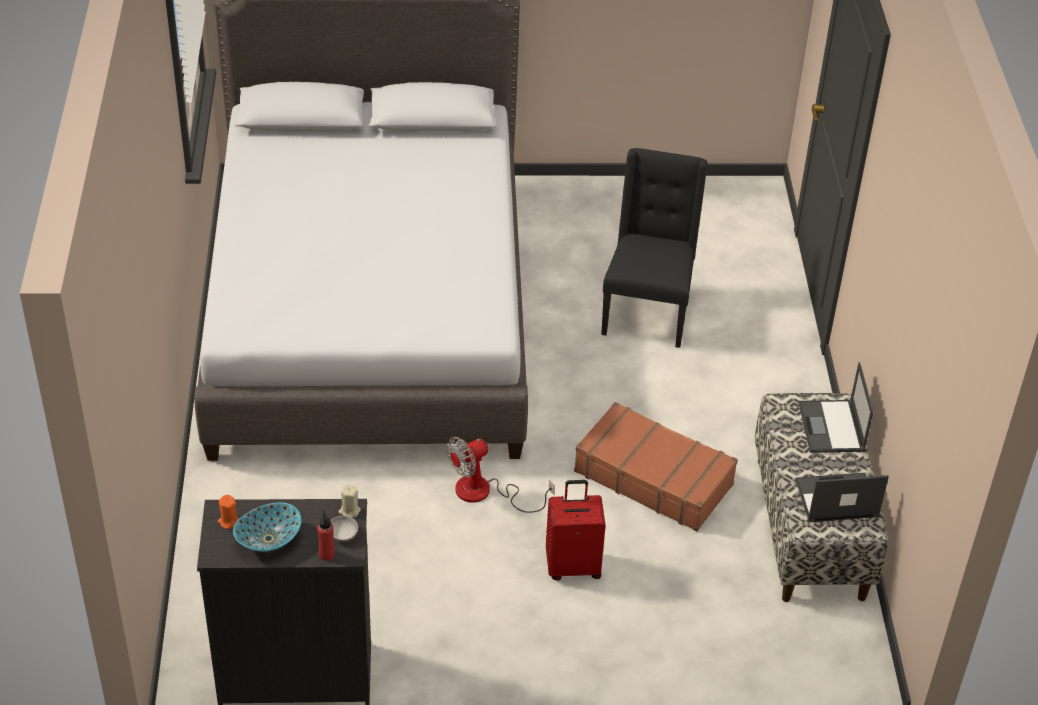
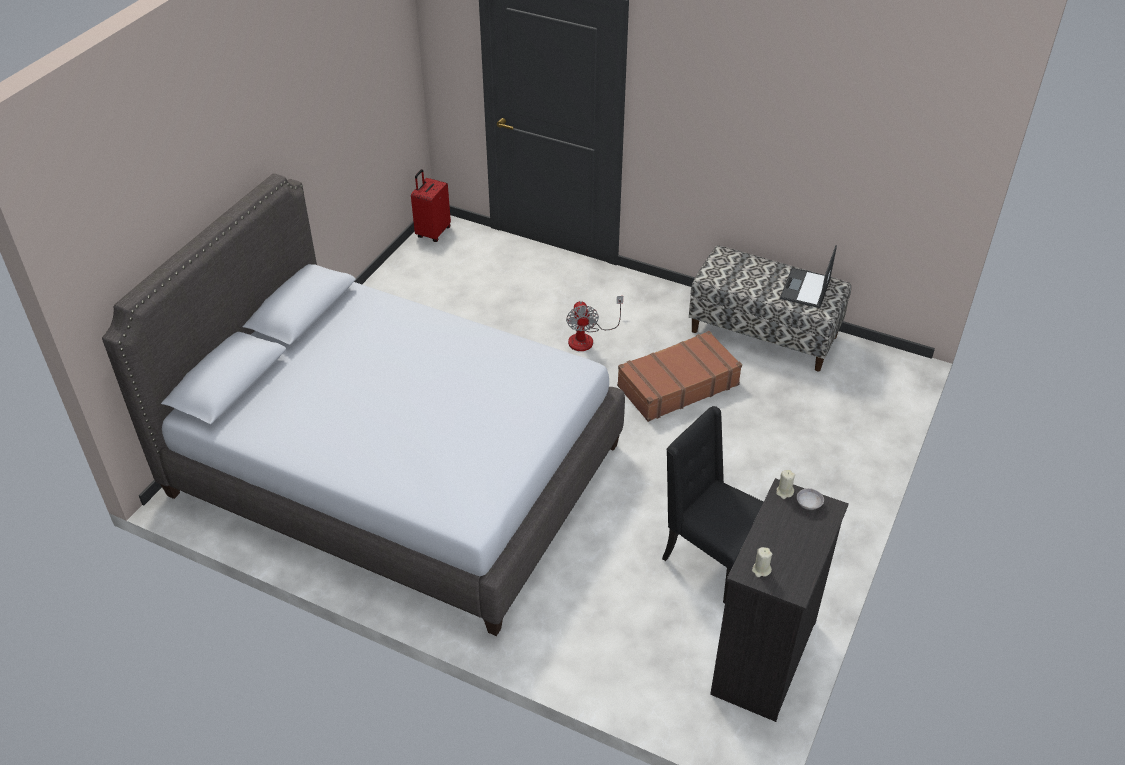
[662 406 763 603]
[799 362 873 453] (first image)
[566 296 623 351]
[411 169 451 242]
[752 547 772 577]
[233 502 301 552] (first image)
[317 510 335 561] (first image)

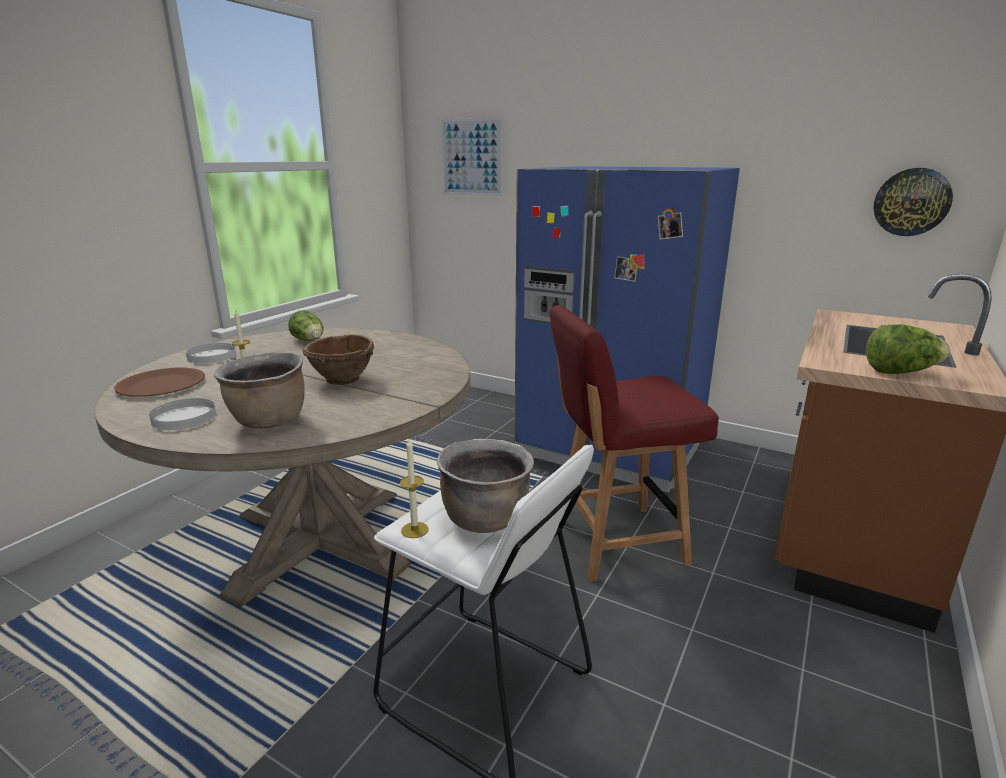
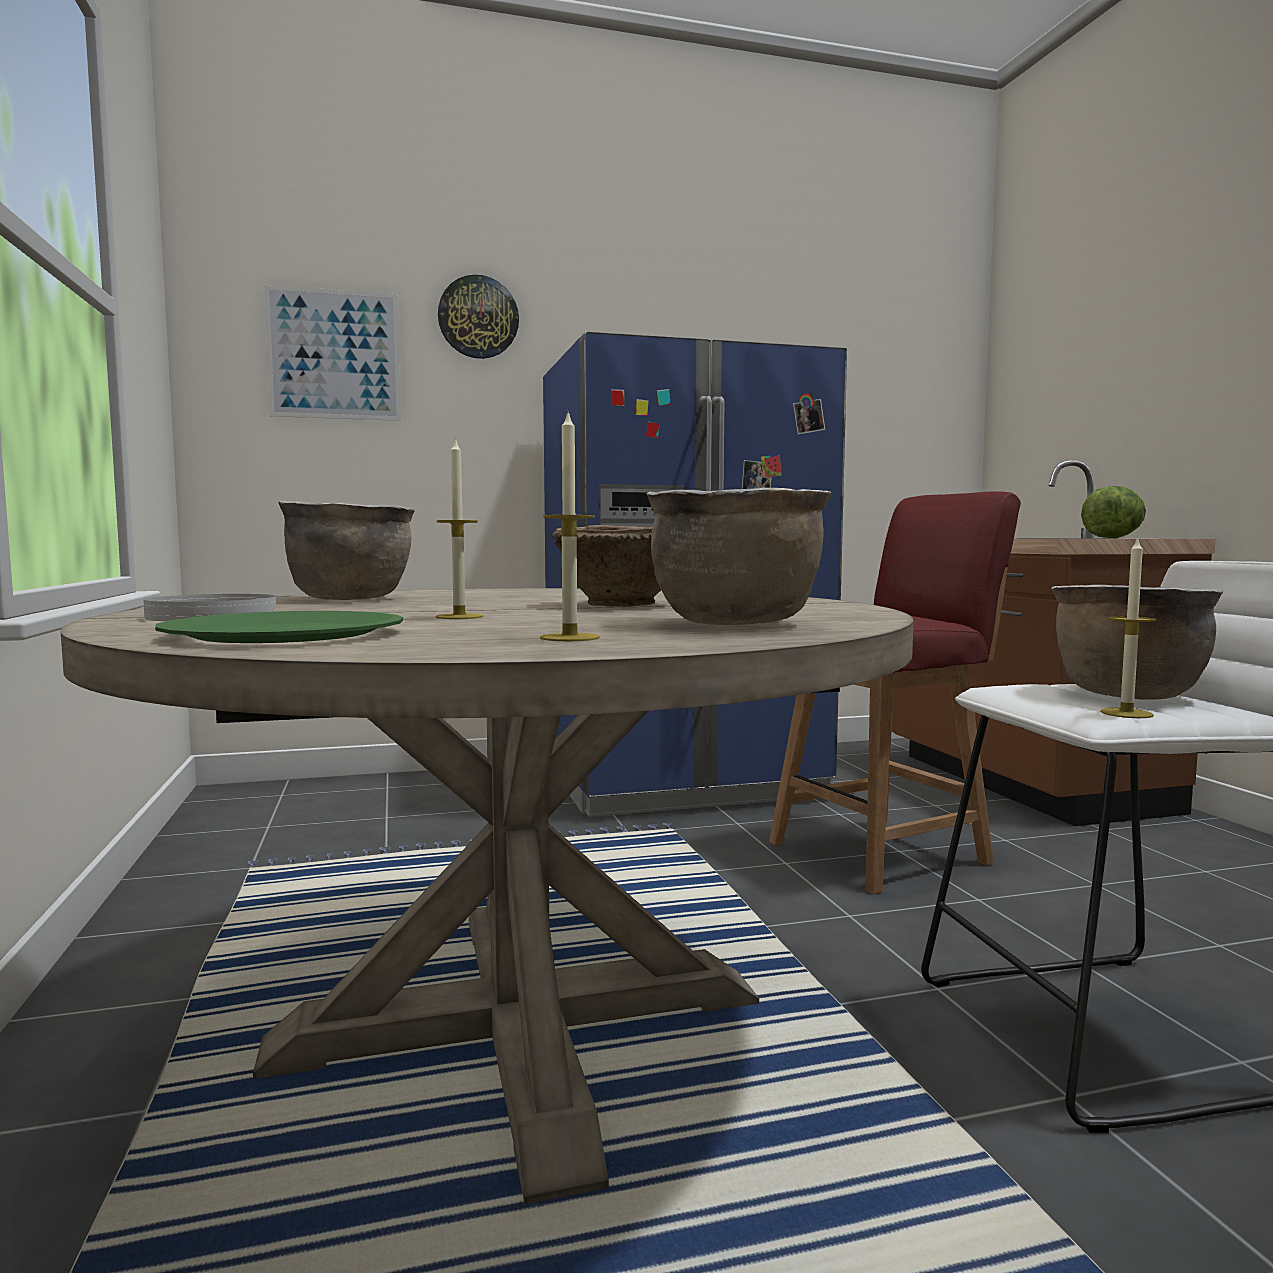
[438 275 519 359]
[769 491 1021 894]
[278 501 415 600]
[155 611 403 643]
[540 413 600 641]

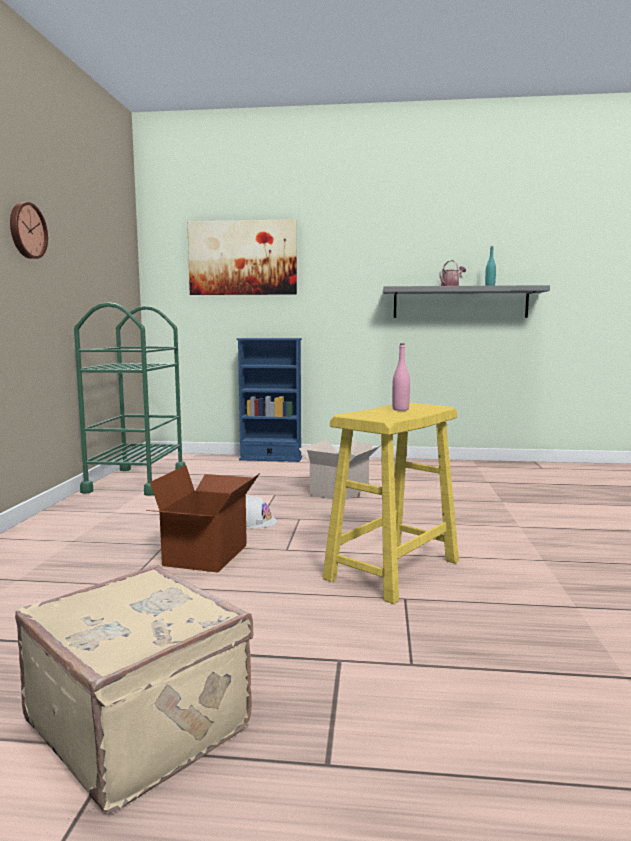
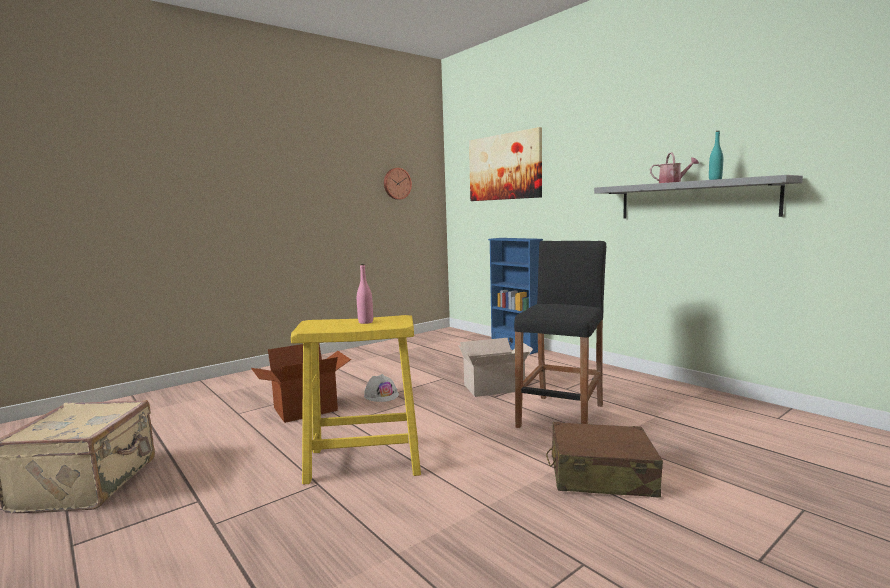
[384 168 412 200]
[74 302 186 496] (first image)
[514 241 606 428]
[546 422 663 497]

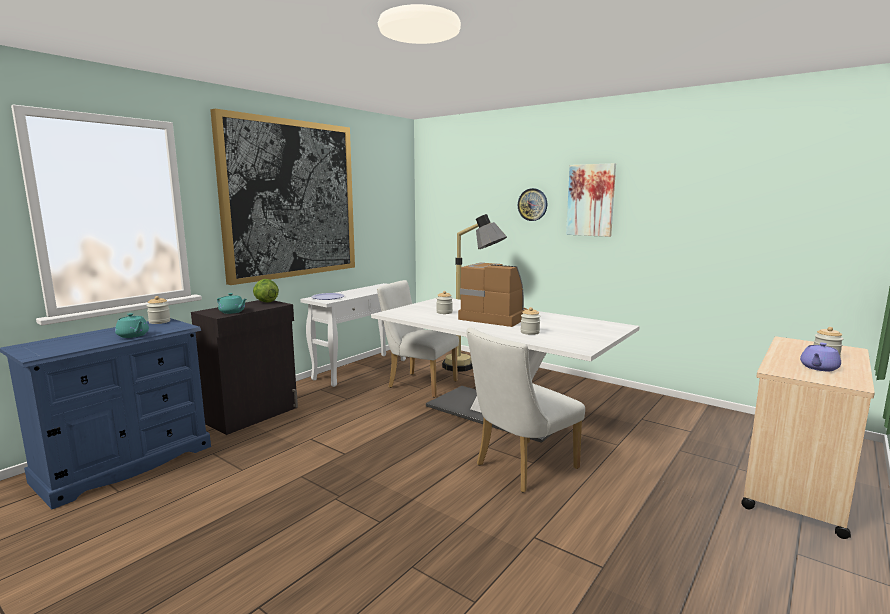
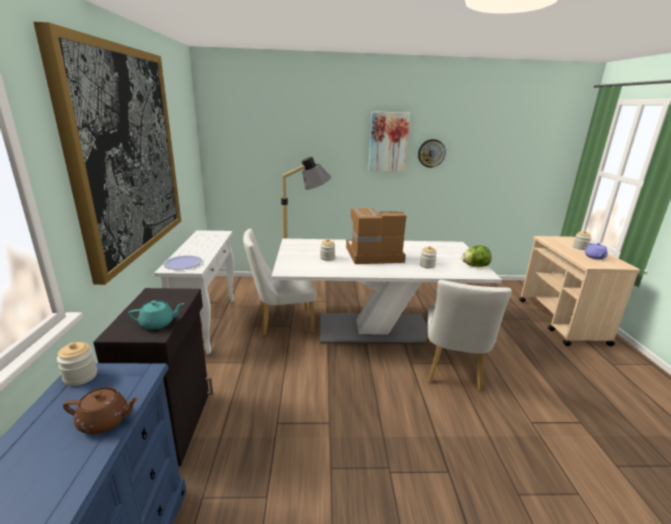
[418 139 446 168]
[462 245 492 267]
[63 387 140 434]

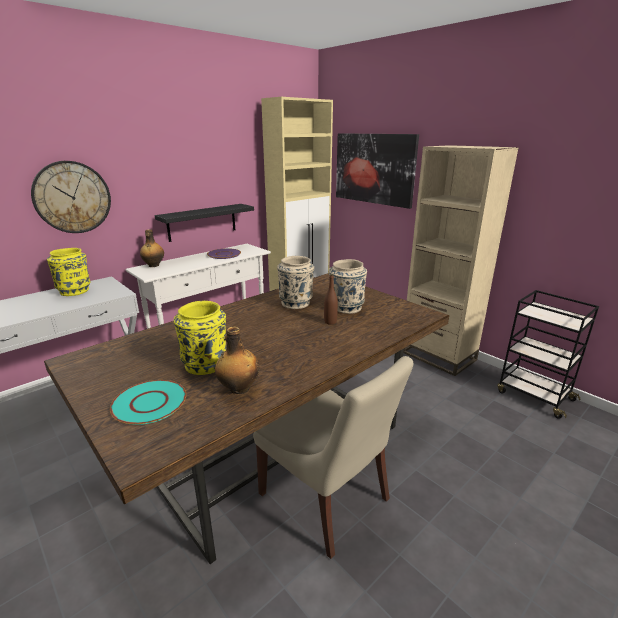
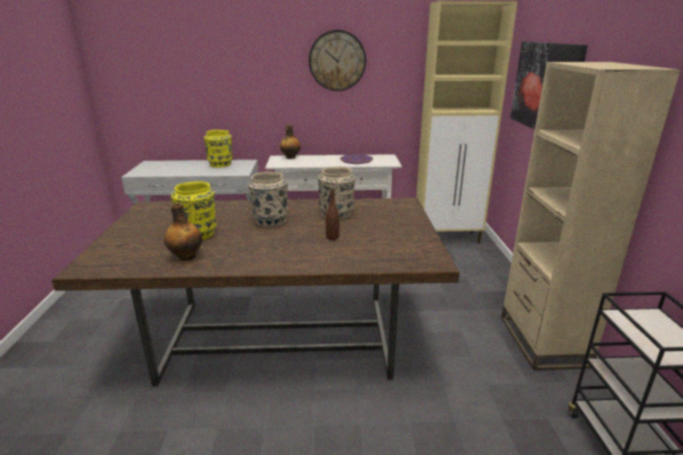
[309 30 366 91]
[155 204 254 242] (first image)
[248 172 288 227]
[253 356 413 559] (first image)
[110 380 186 425] (first image)

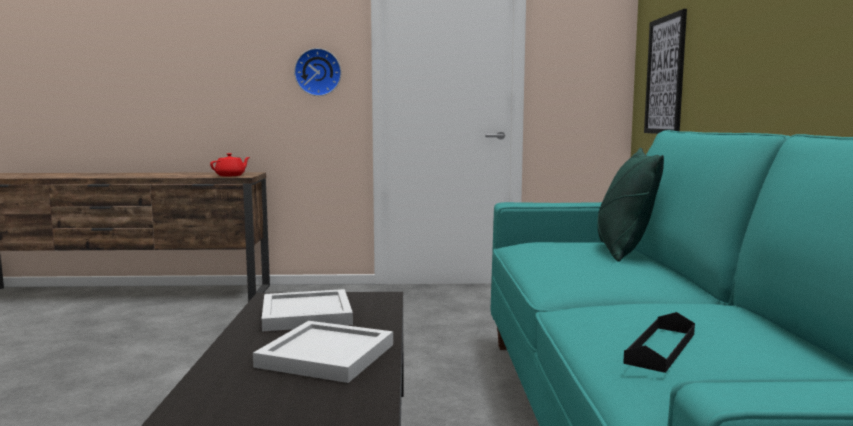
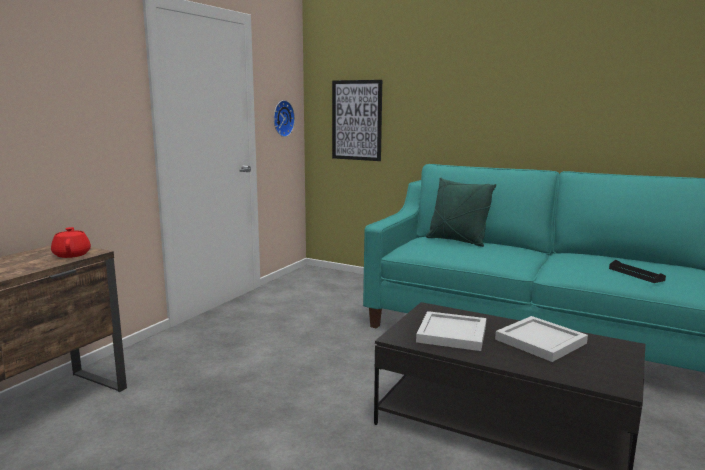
[274 100 295 137]

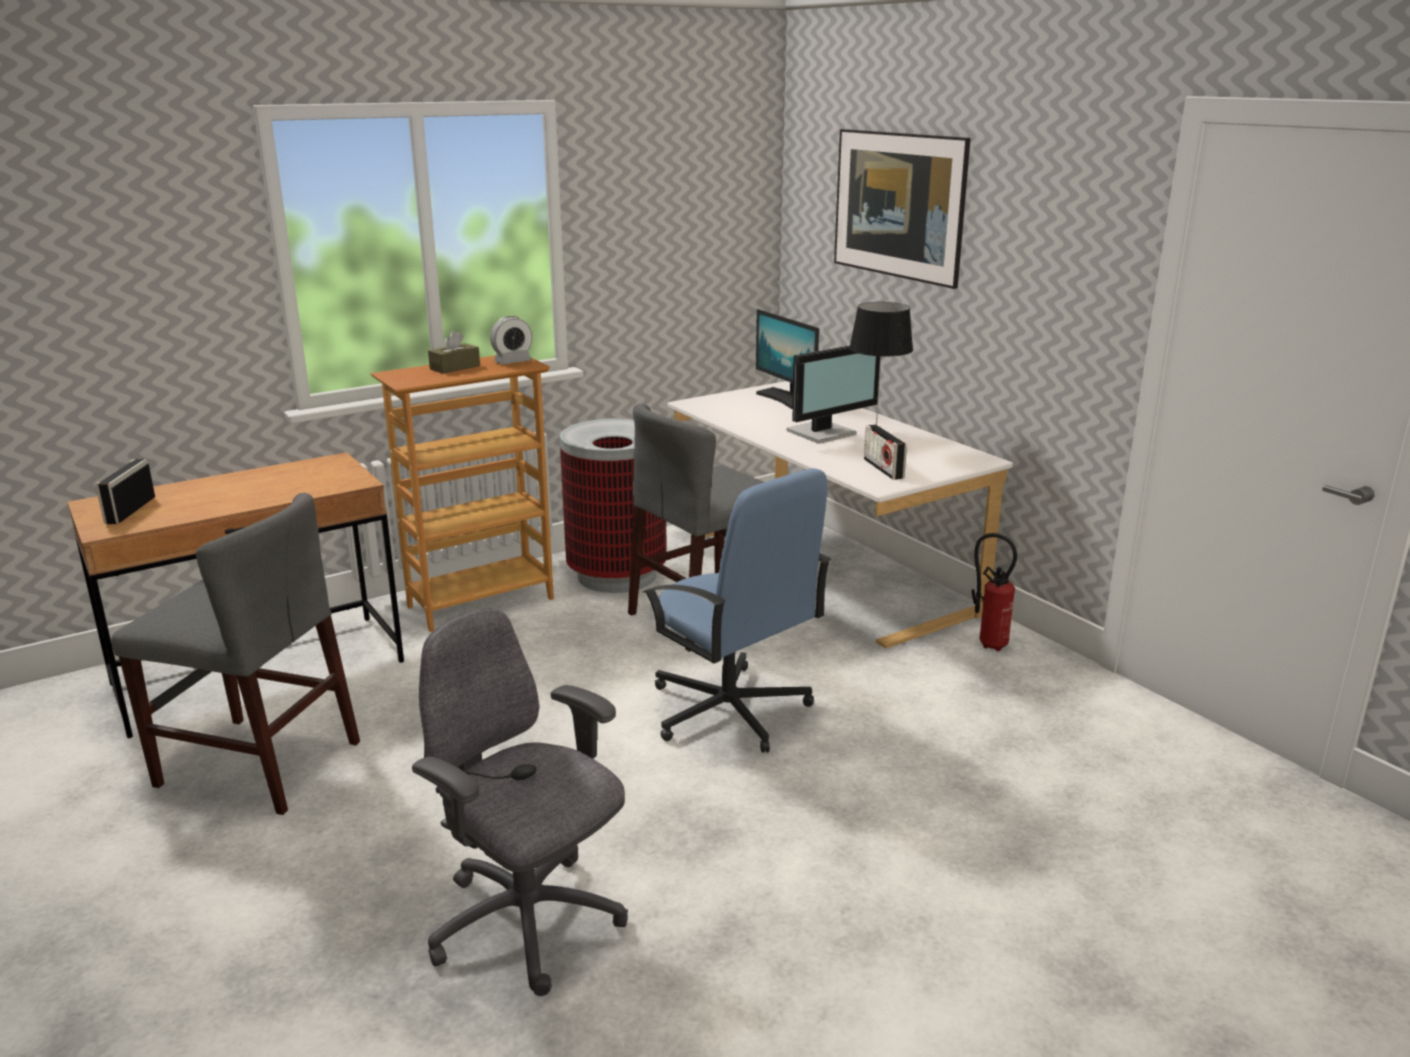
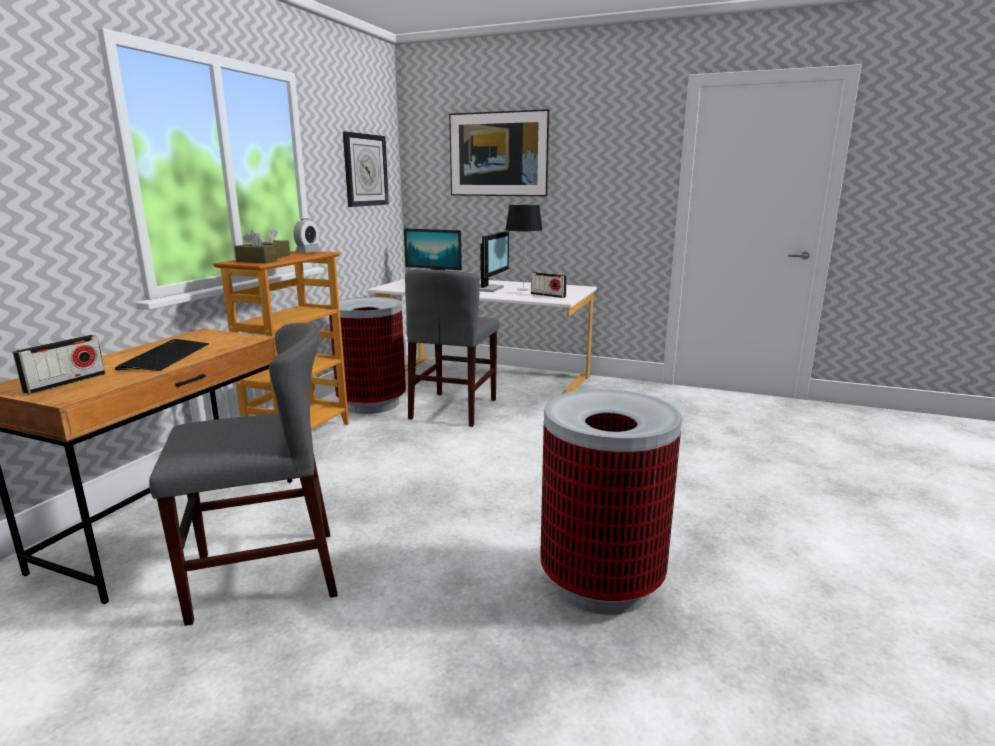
[12 335 105 394]
[643 468 831 753] (first image)
[972 533 1017 651] (first image)
[540 389 682 615]
[343 131 389 207]
[234 230 278 263]
[115 339 209 371]

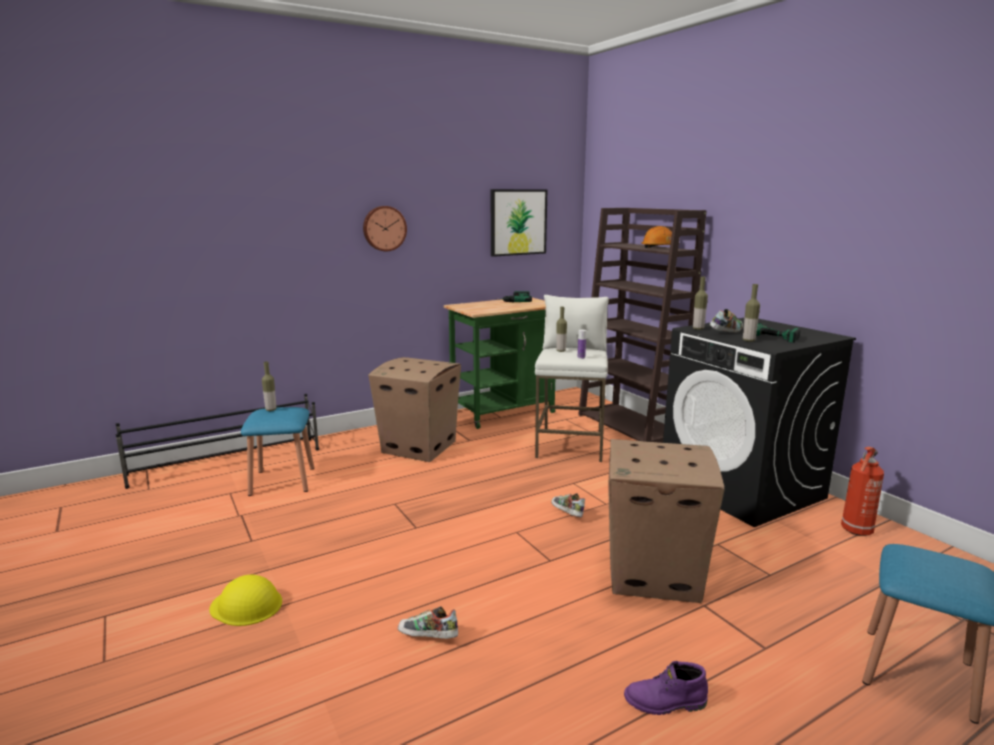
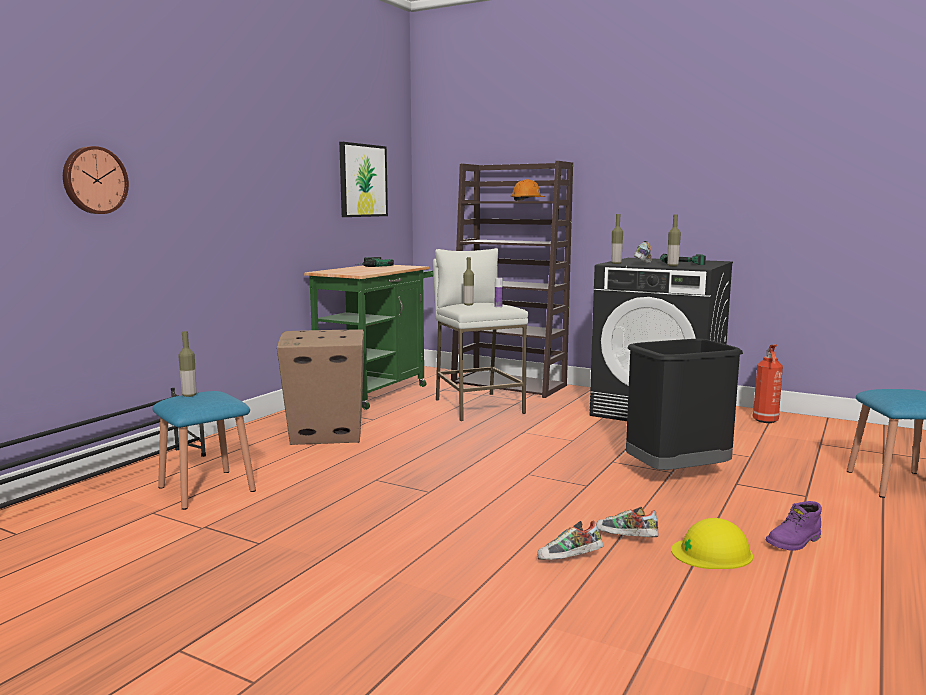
[63 146 129 214]
[626 339 743 470]
[596 507 659 537]
[671 518 753 569]

